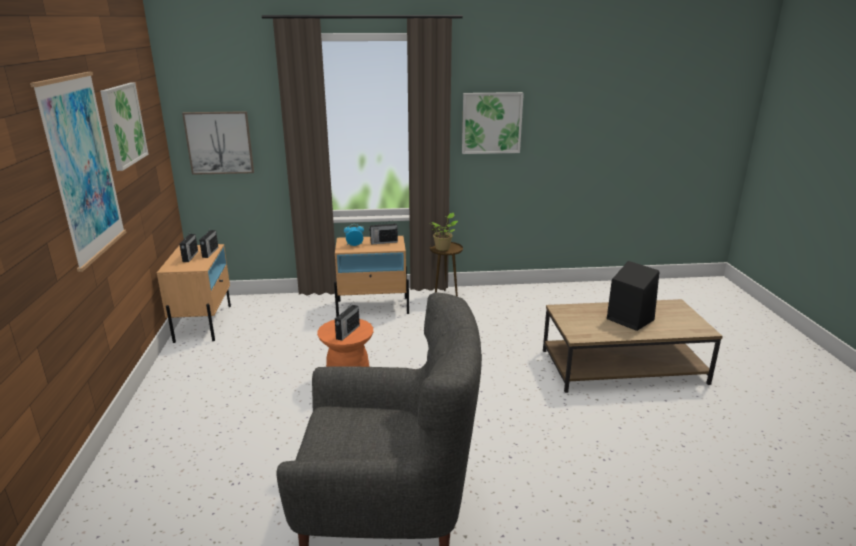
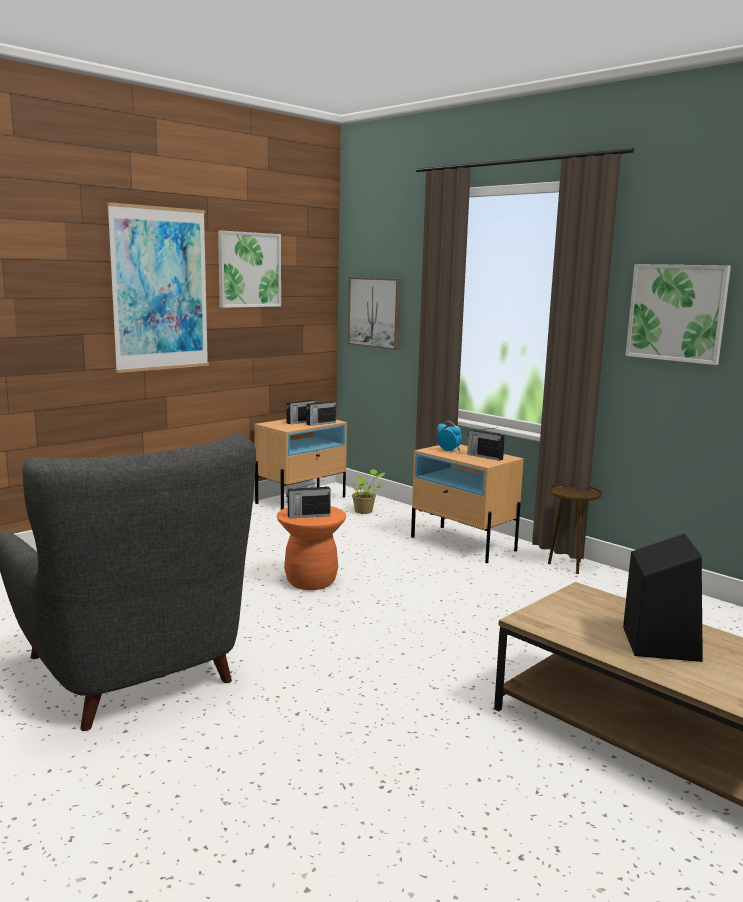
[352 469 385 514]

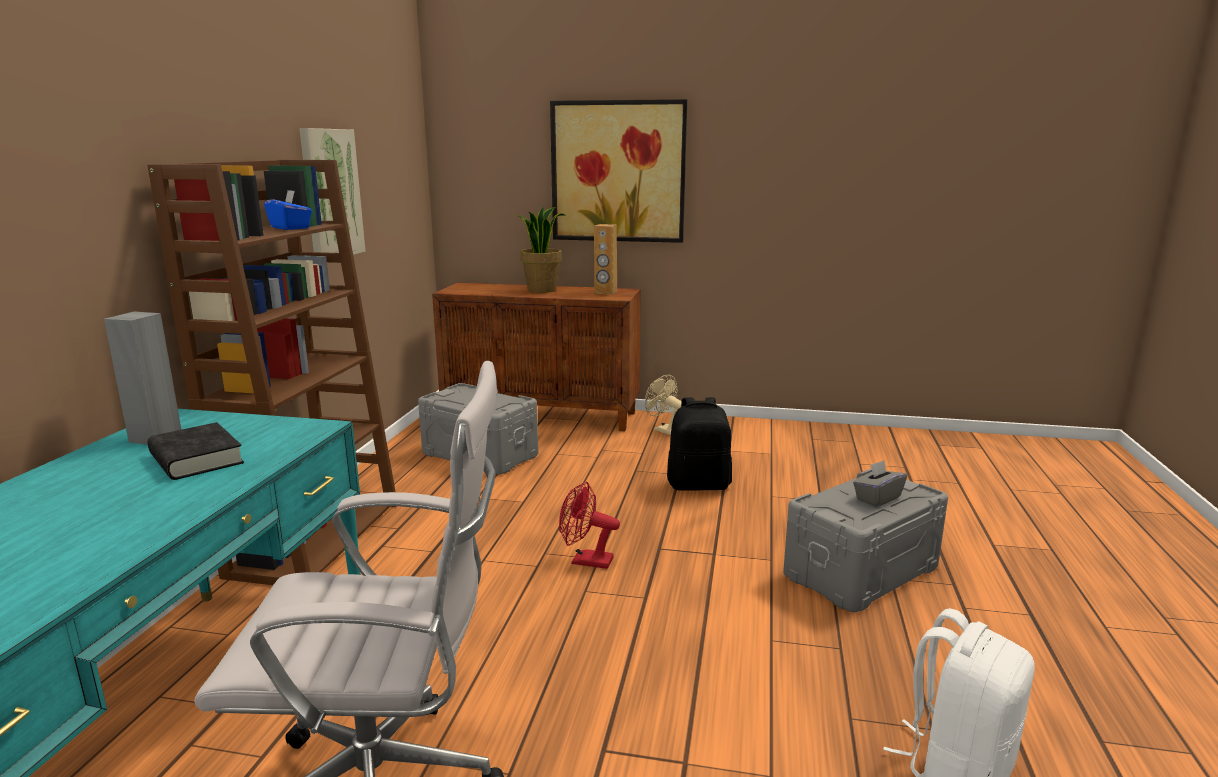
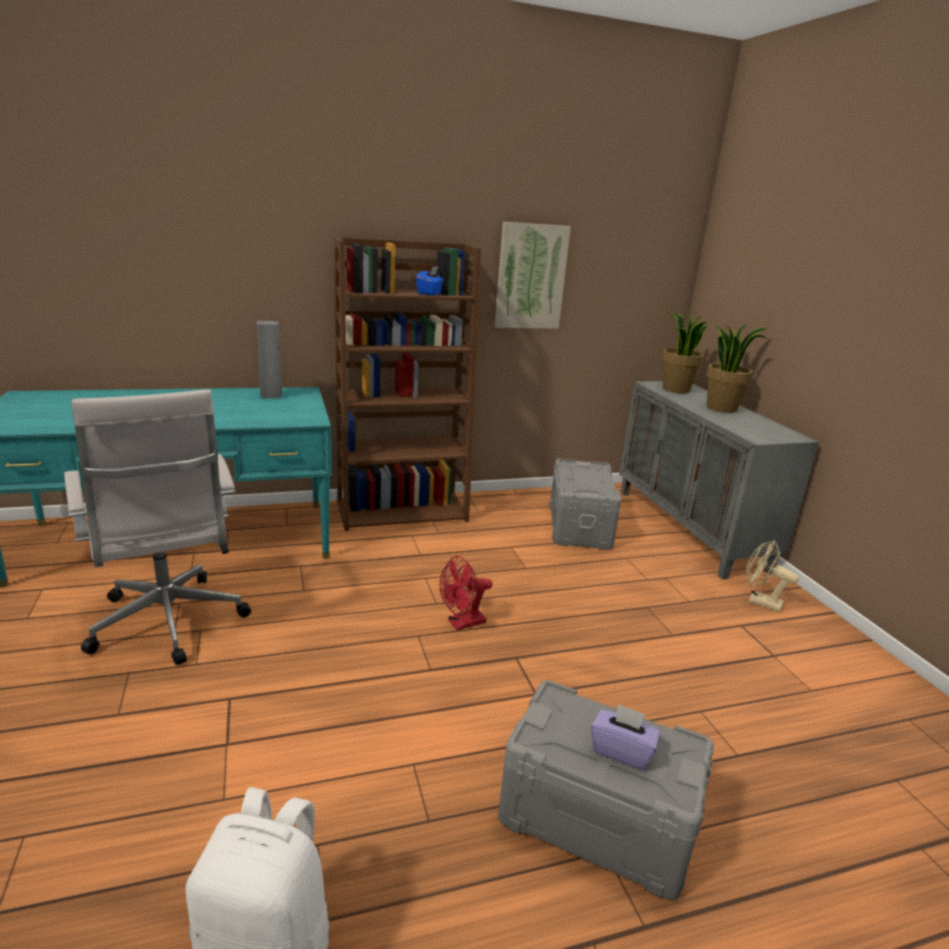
[550 99 687 243] (first image)
[594 224 617 295] (first image)
[619 381 819 579]
[746 540 799 612]
[667 397 732 491] (first image)
[148 422 244 480] (first image)
[591 704 660 770]
[440 556 493 630]
[662 309 707 393]

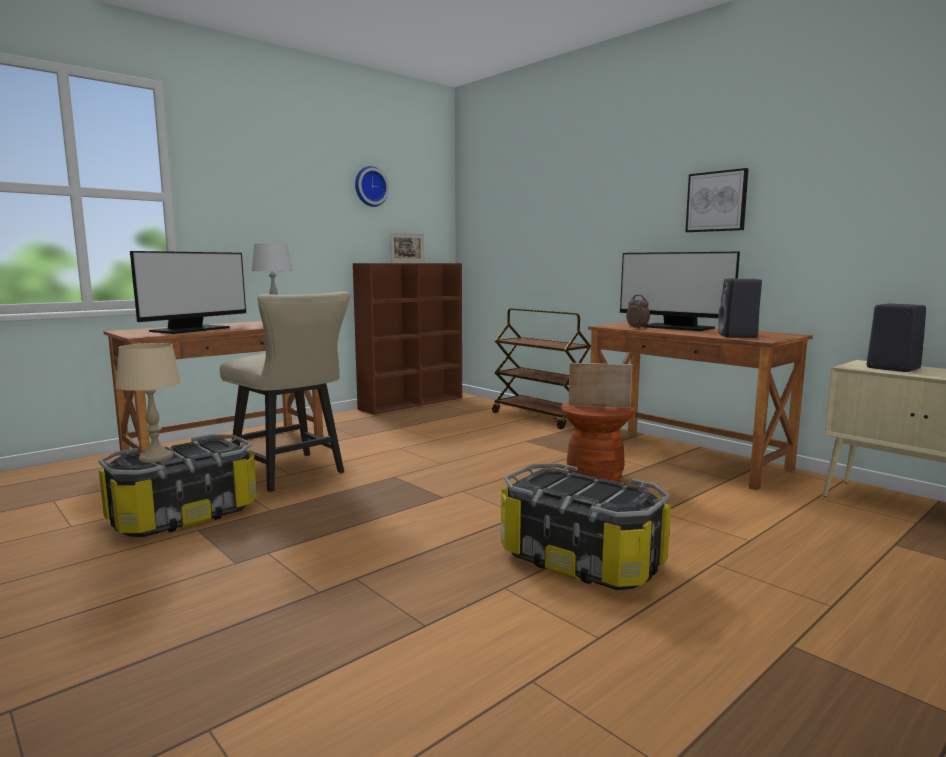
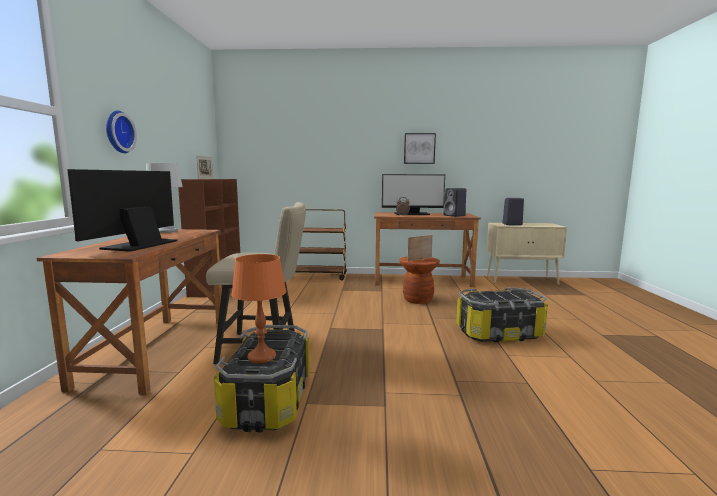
[106 111 137 153]
[67 169 177 252]
[231 254 286 363]

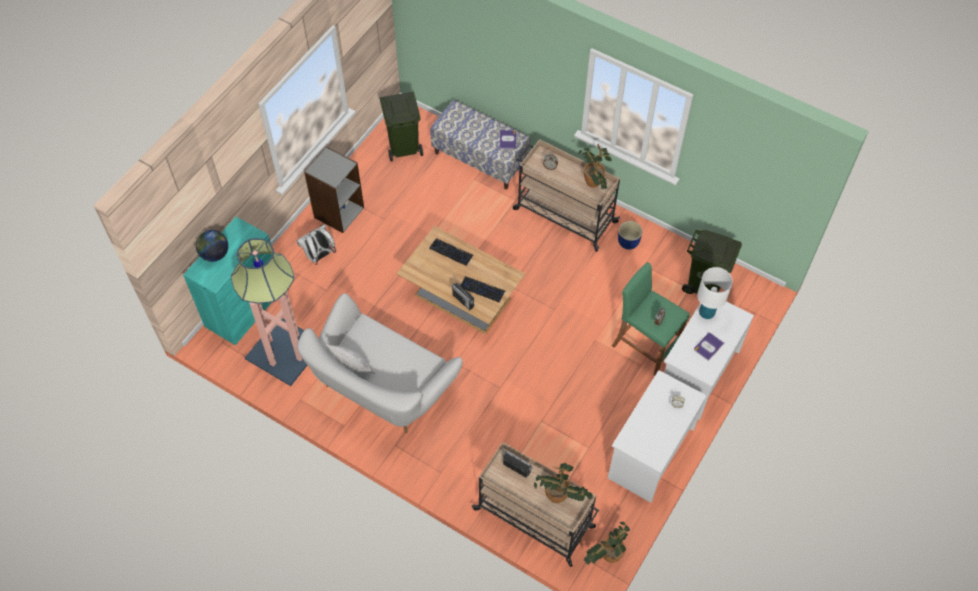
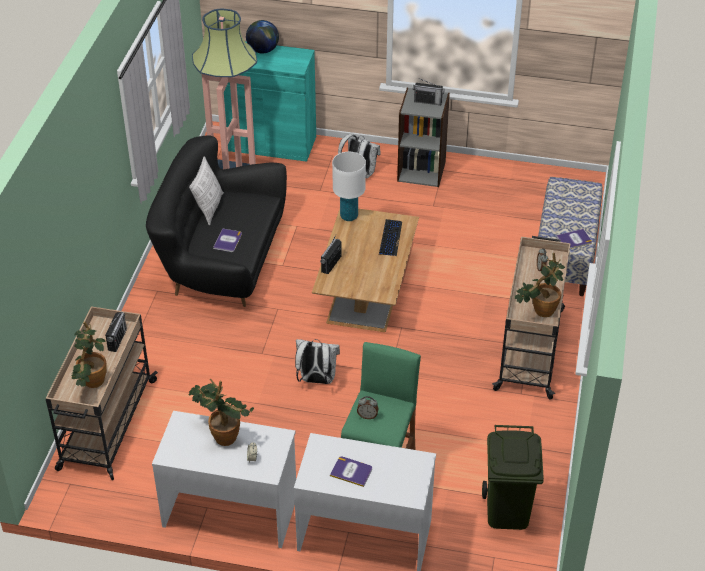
[380 92 423 162] (first image)
[618 221 642 249] (first image)
[332 152 366 221]
[460 276 505 303] (first image)
[146 135 287 307]
[188 379 254 446]
[413 78 445 105]
[213 228 242 252]
[295 339 340 384]

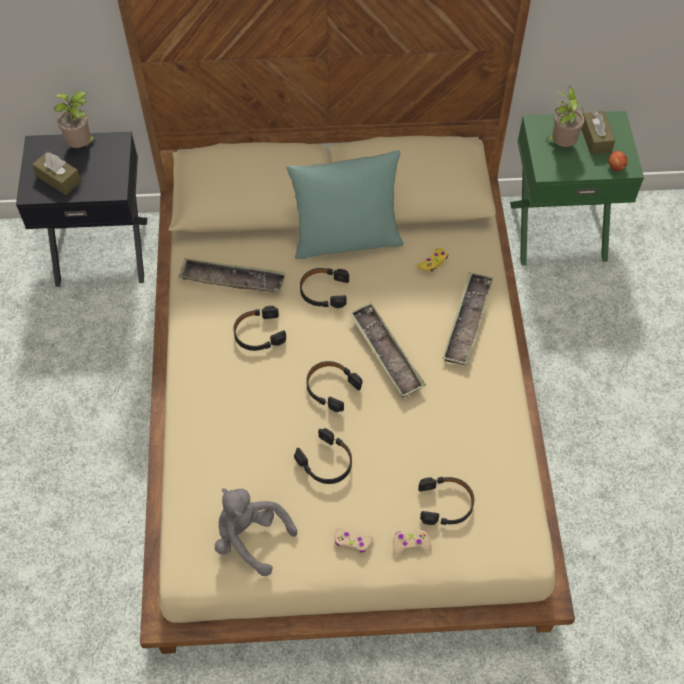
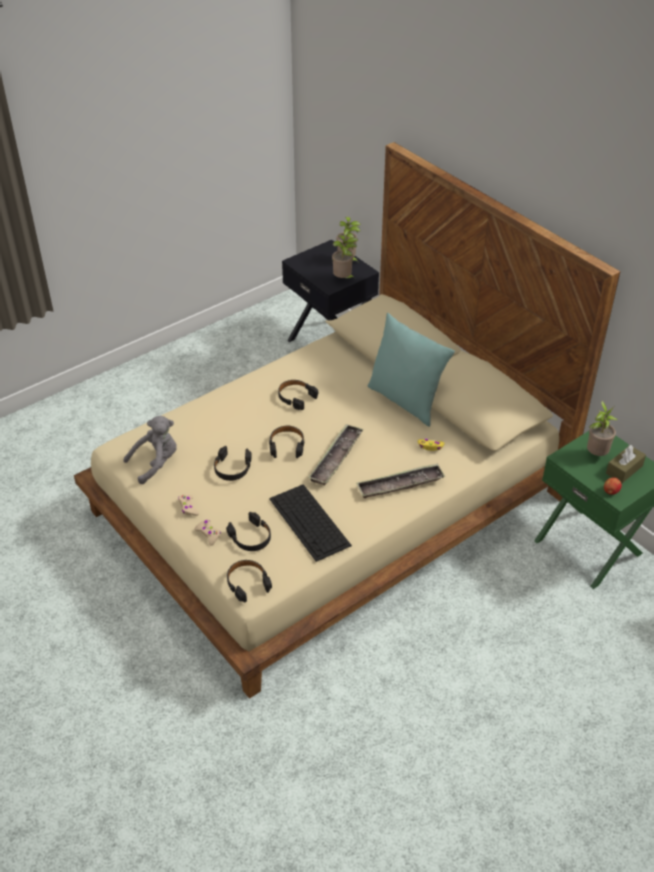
[32 151 81 195] (first image)
[178 258 286 292] (first image)
[227 560 272 603]
[124 416 177 484]
[332 235 358 279]
[269 484 352 562]

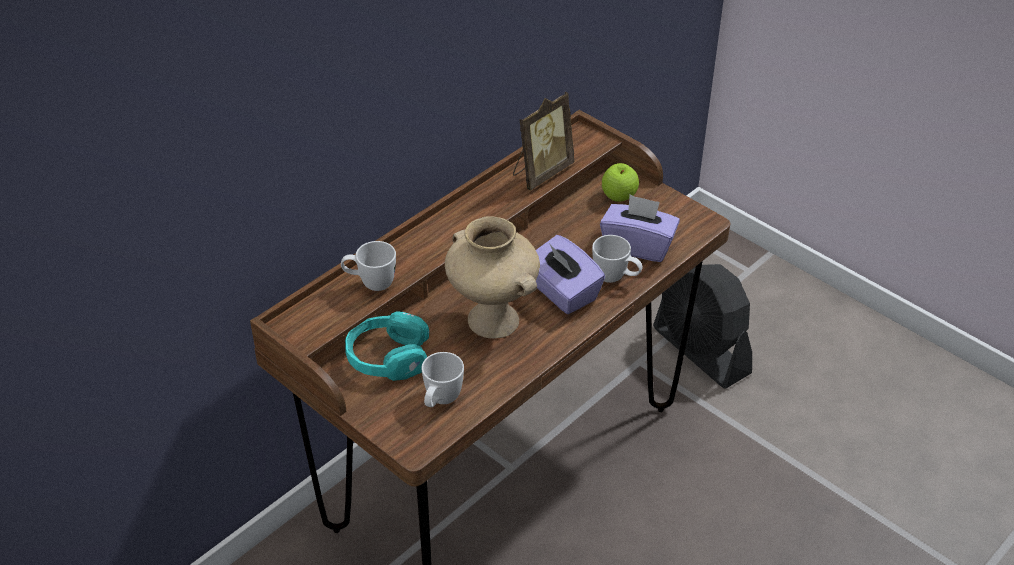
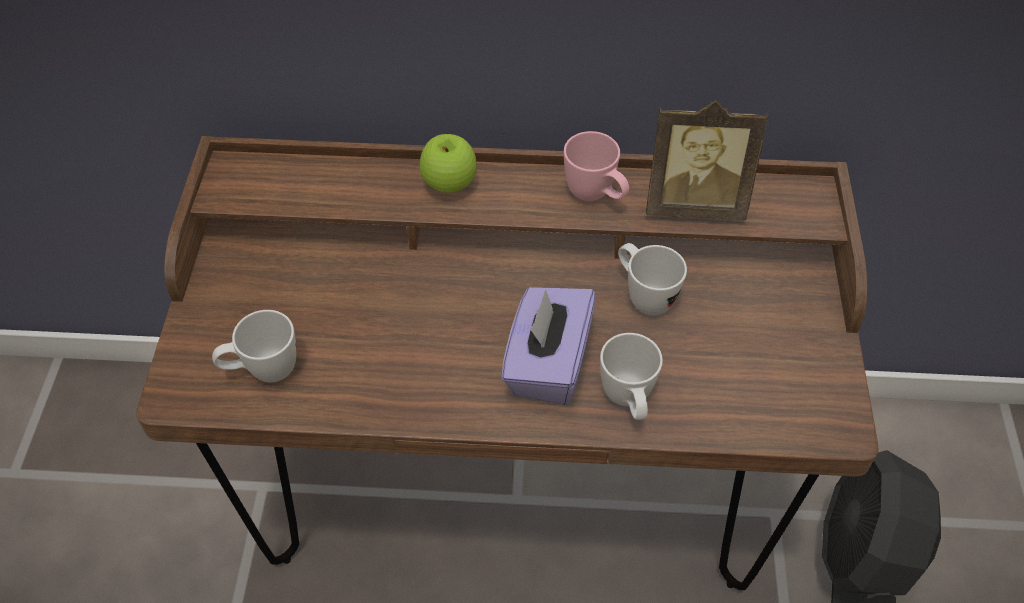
[420 134 476 193]
[600 195 680 262] (first image)
[445 216 540 339] (first image)
[618 243 687 315]
[345 311 429 381] (first image)
[564 131 629 201]

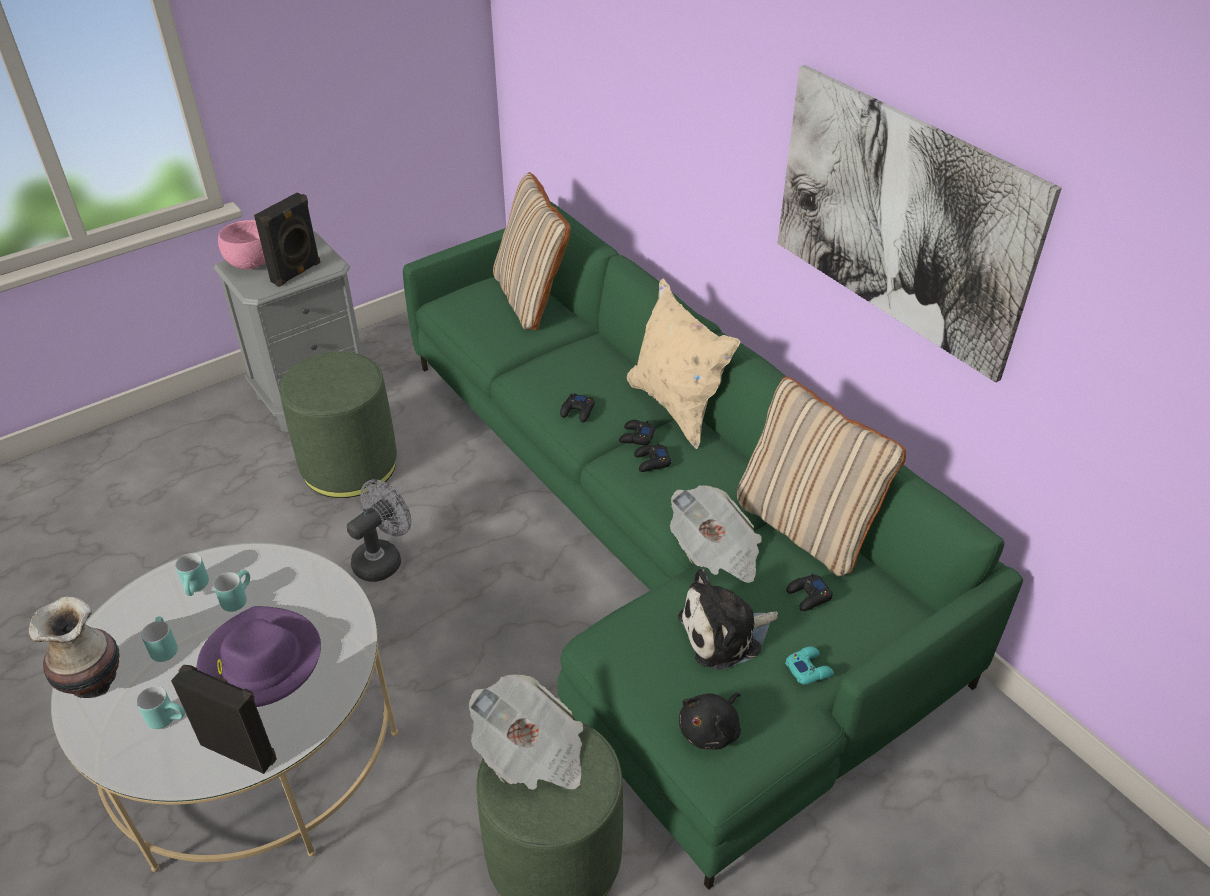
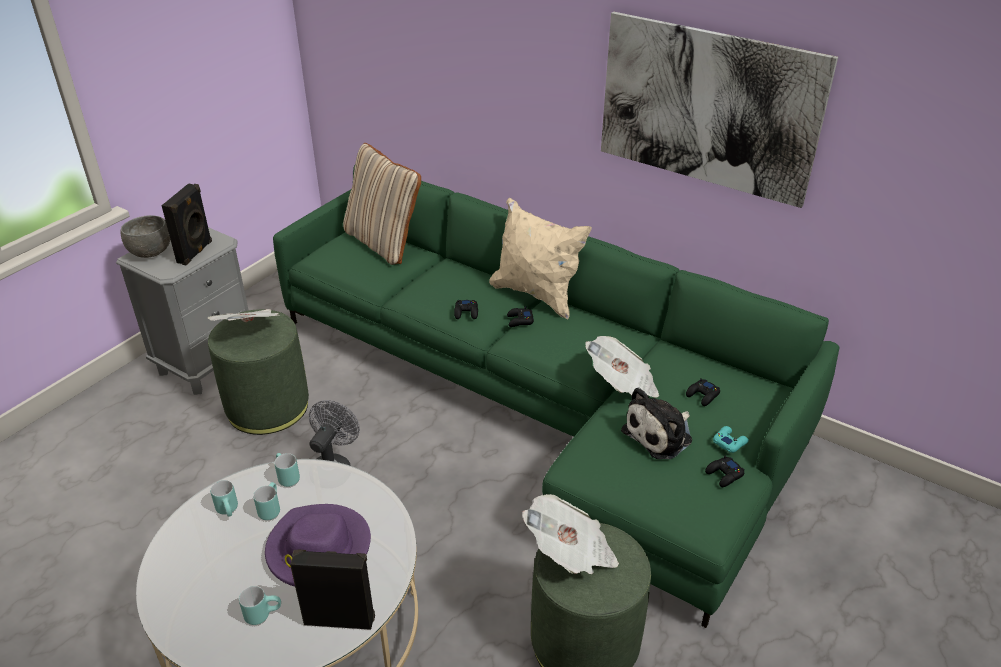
[120 215 171 258]
[737 377 906 577] (first image)
[705 456 745 487]
[29 597 119 698] (first image)
[274 453 300 487]
[679 692 741 750] (first image)
[208 309 279 322]

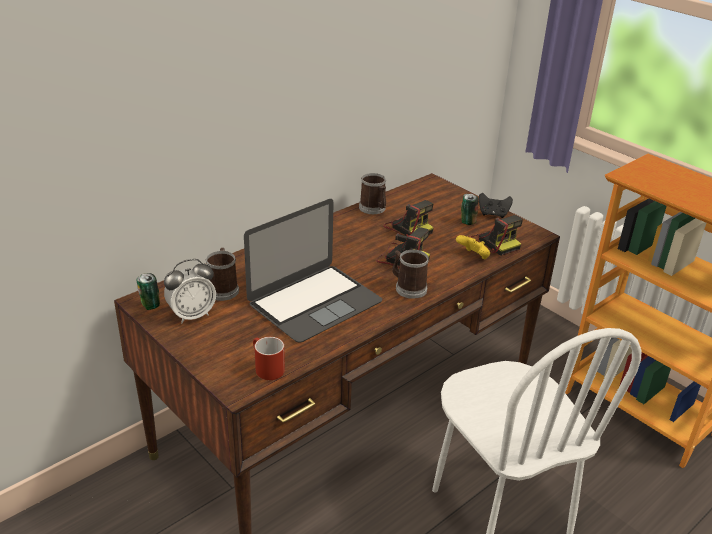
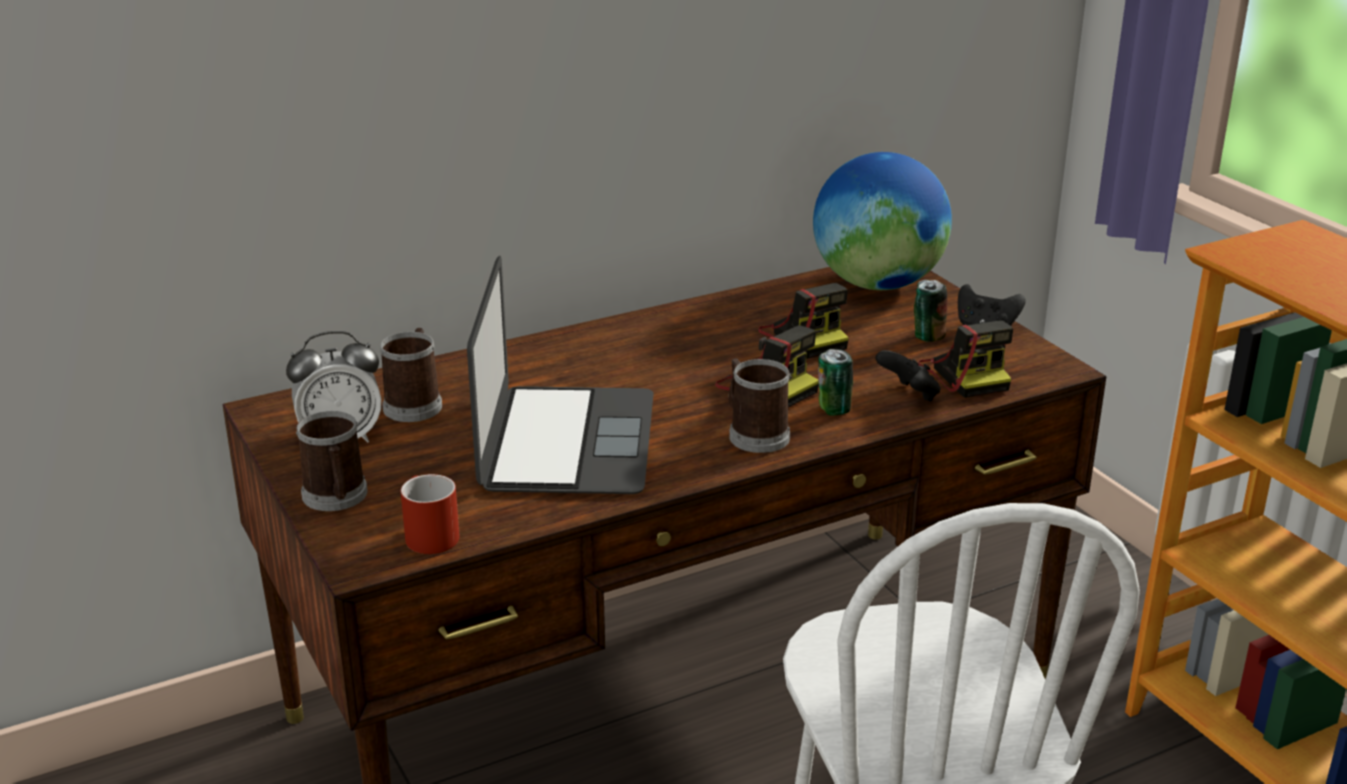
[296 411 368 511]
[467 255 654 494]
[876 350 940 401]
[818 349 853 416]
[813 152 952 290]

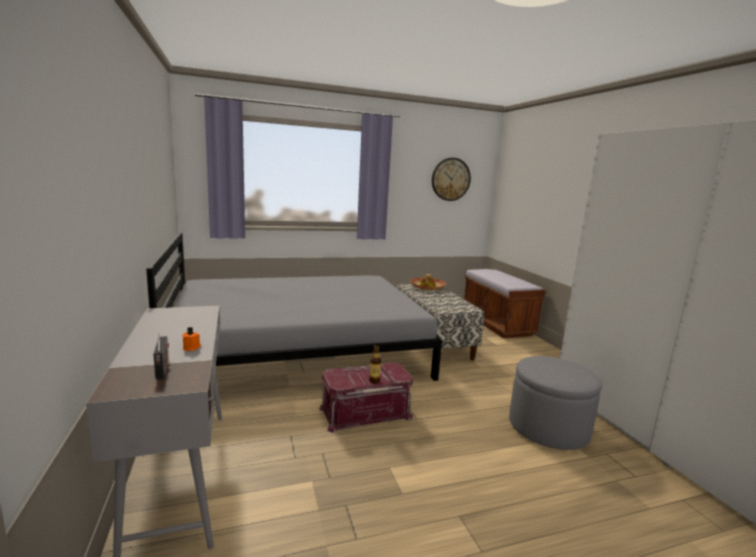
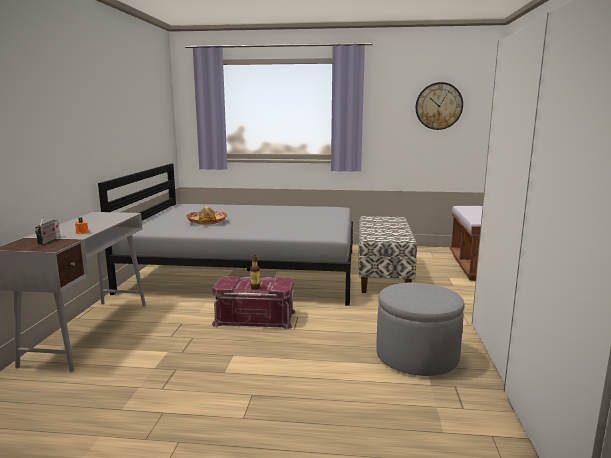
[186 206 227 225]

